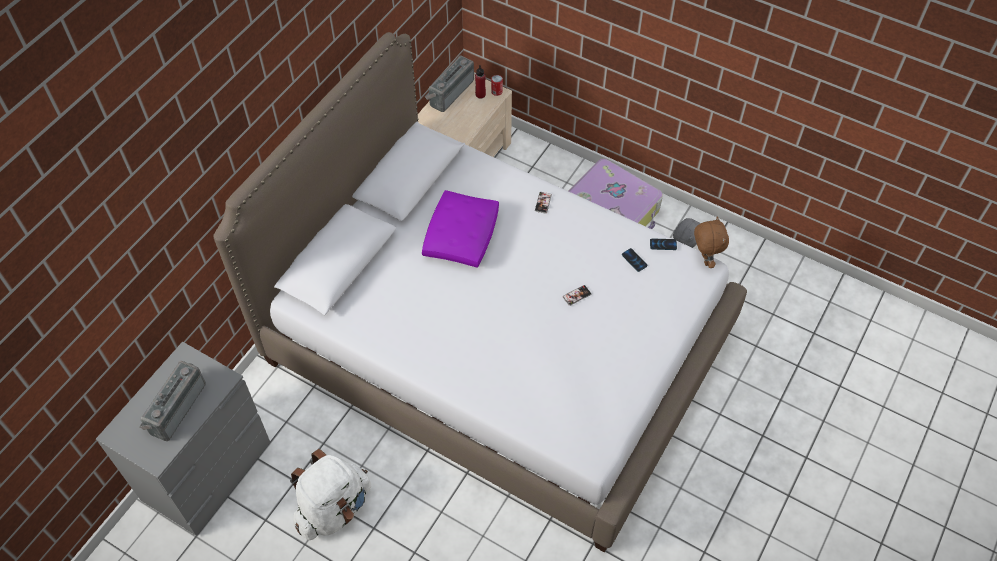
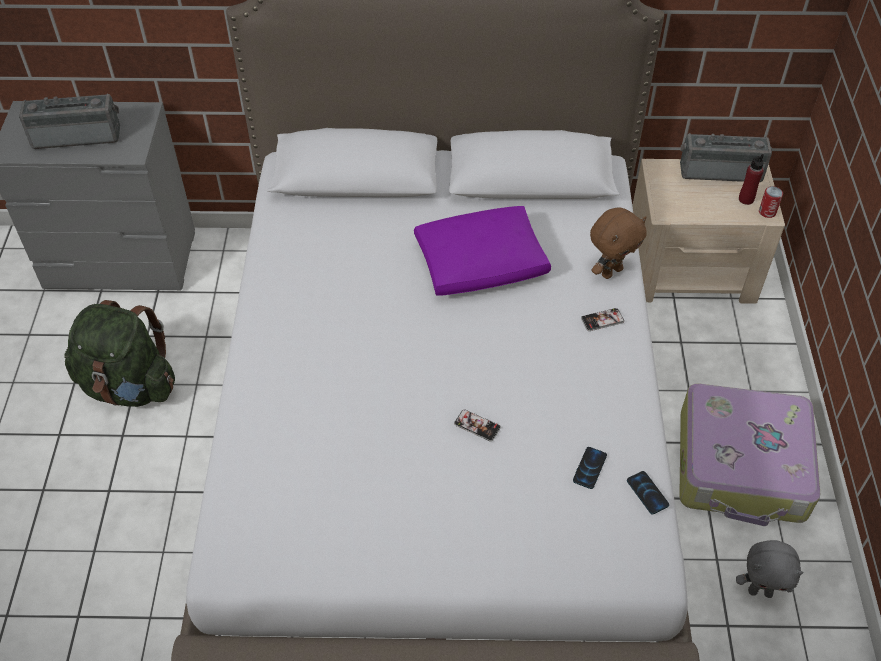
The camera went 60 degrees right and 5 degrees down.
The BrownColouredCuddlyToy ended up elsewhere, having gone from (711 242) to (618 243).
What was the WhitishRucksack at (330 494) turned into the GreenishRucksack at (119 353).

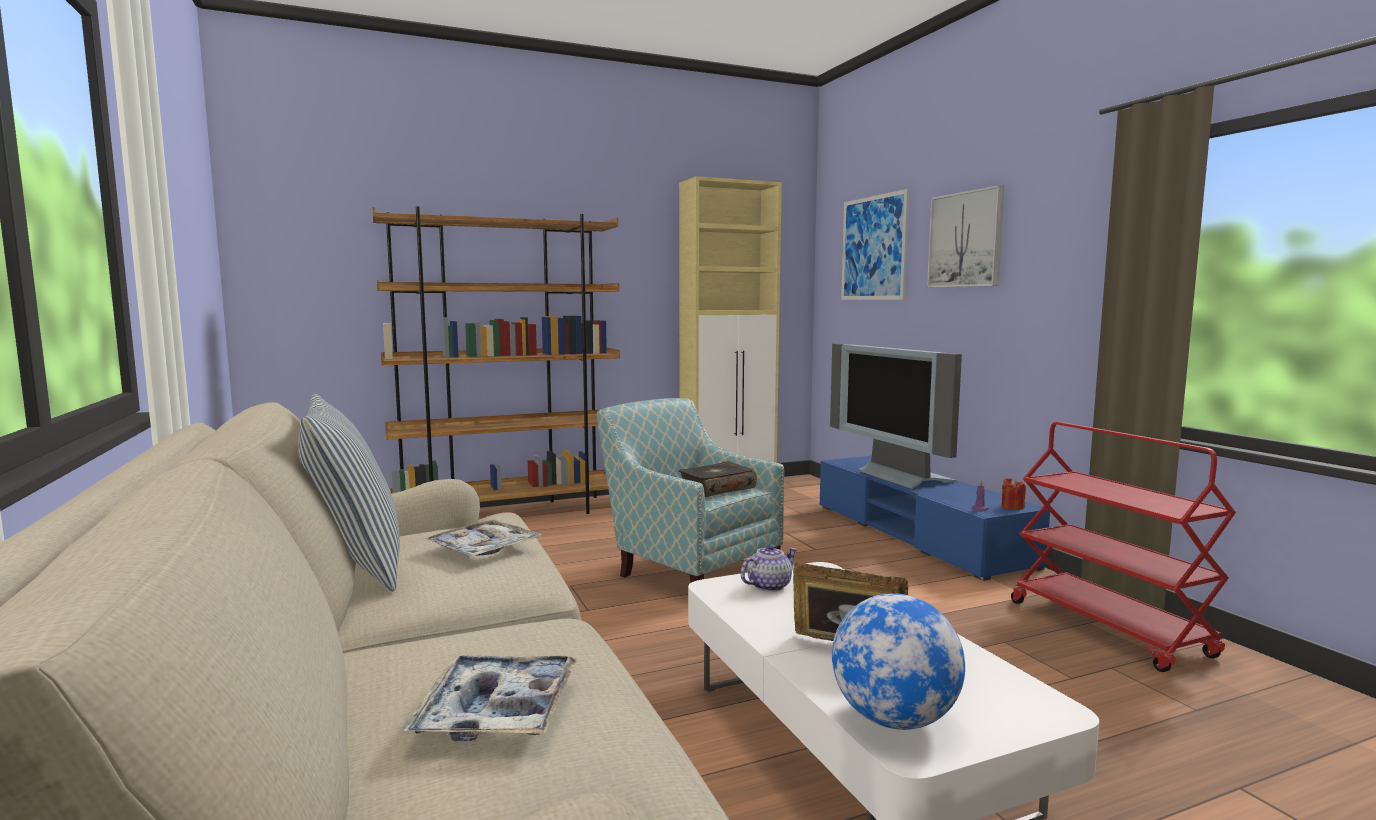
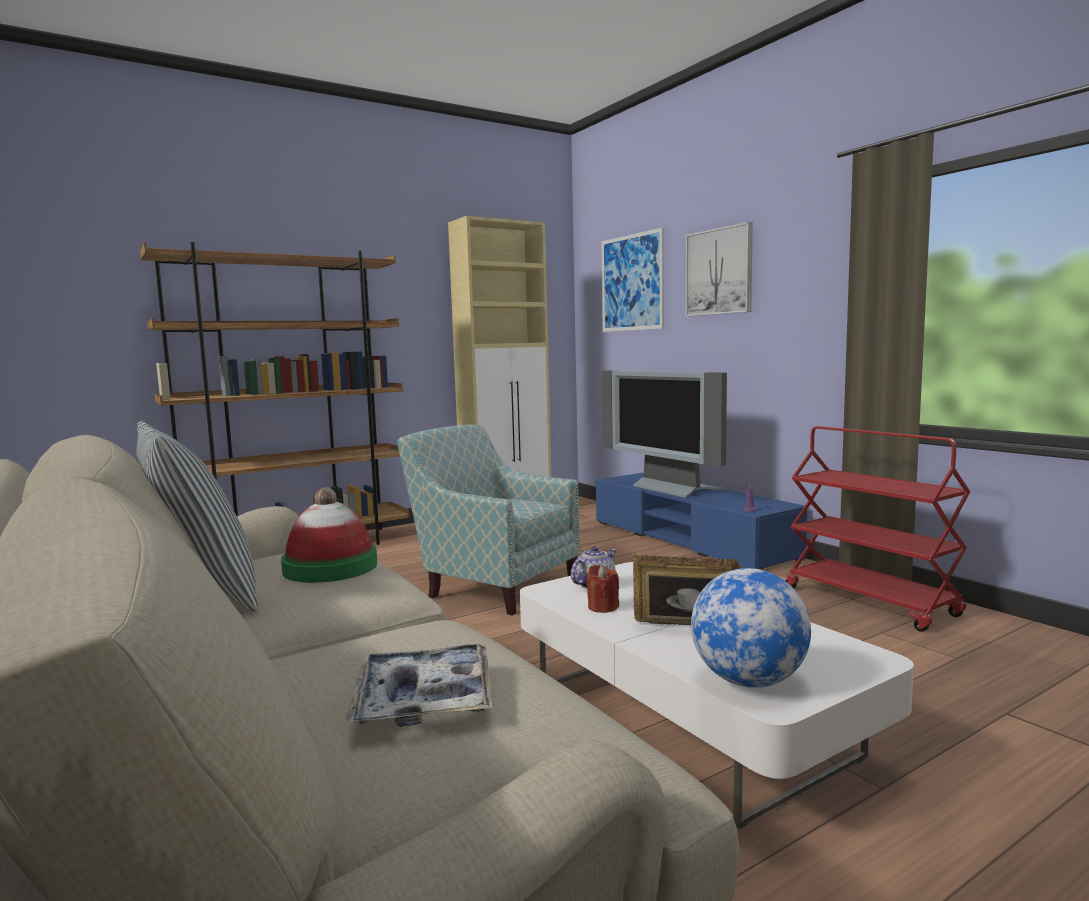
The camera went 10 degrees left and 0 degrees up.
The second view lost the Volume at (717 479).
The RedColouredCandle ended up elsewhere, having gone from (1013 494) to (602 589).
Where the ServingTray stood at (483 538), the WearableHat came to stand at (329 535).

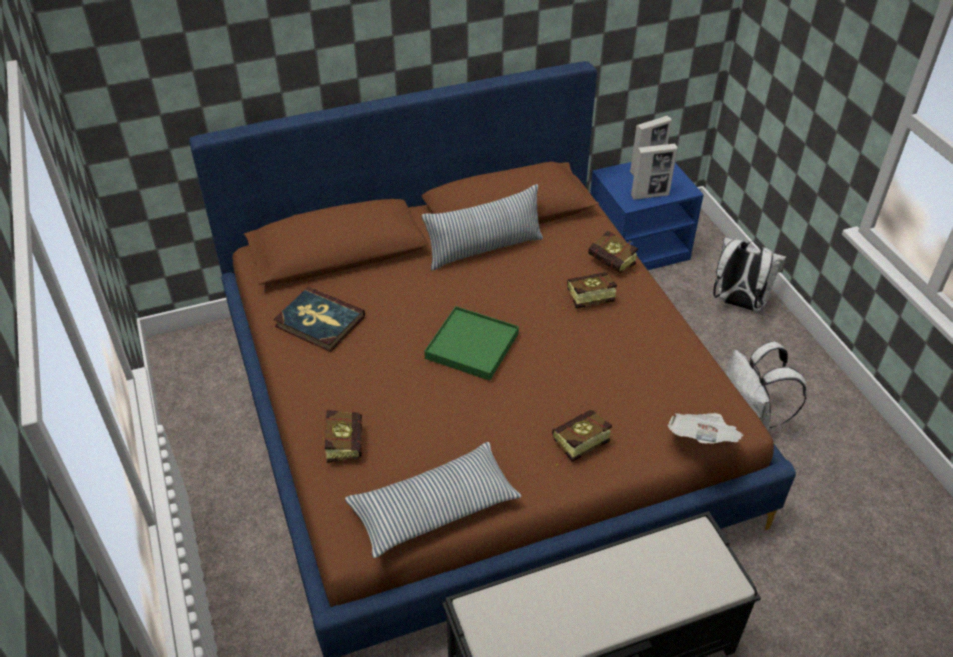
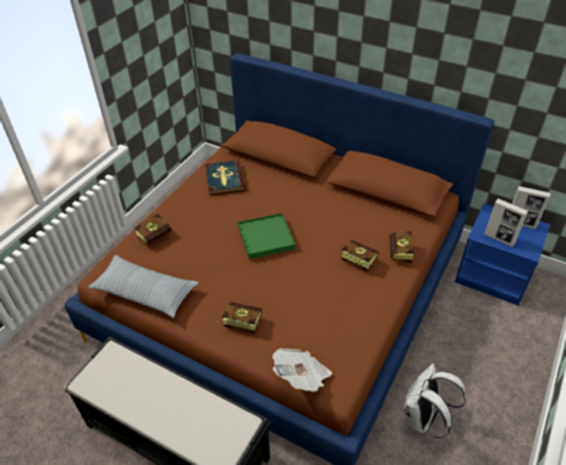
The camera went 50 degrees right and 0 degrees up.
The second view lost the Pillow at (482 227).
The second view lost the WhitishRucksack at (749 274).

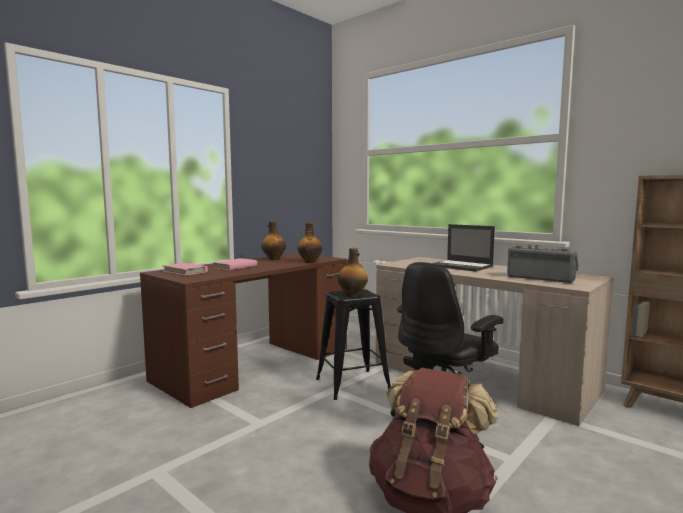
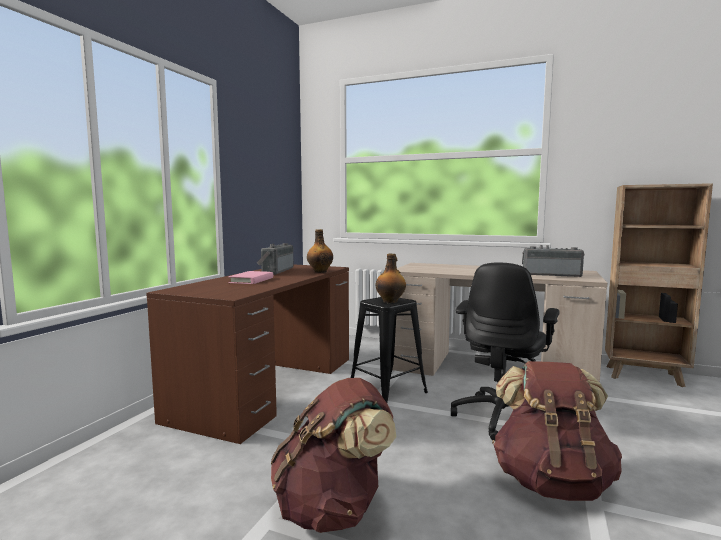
The camera went 20 degrees left and 0 degrees up.
Where the DrinkBottle stood at (273 240), the Radio came to stand at (275 259).
The second view lost the NotebookComputer at (463 248).
The second view lost the PinkColouredVolume at (185 269).
The second view gained the BrownColouredRucksack at (333 455).

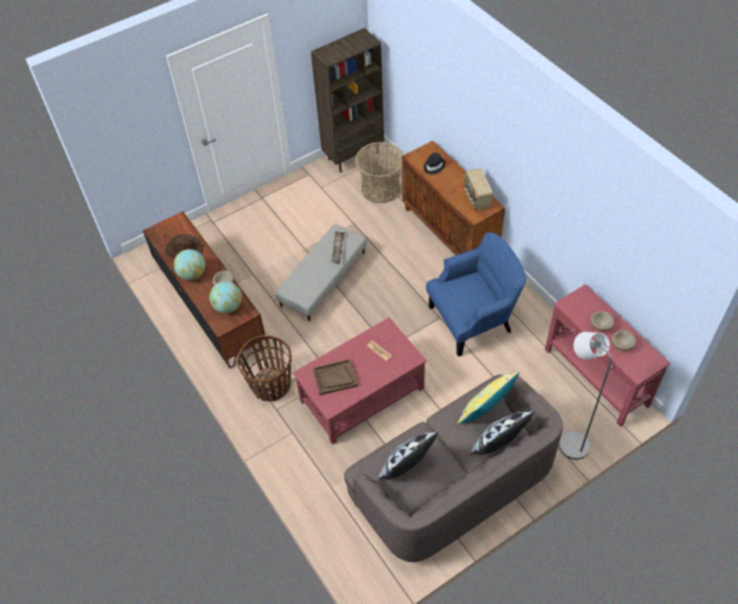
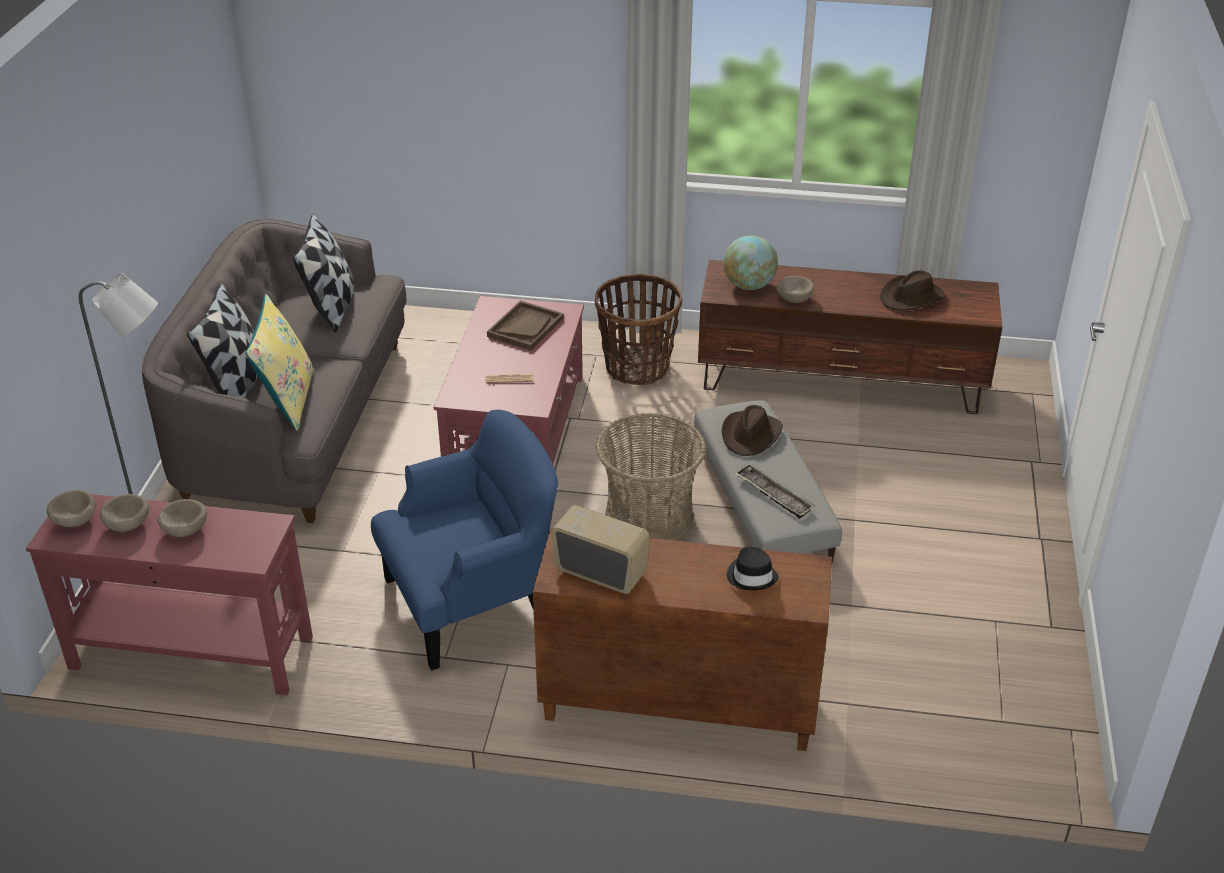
The camera went 130 degrees right and 15 degrees down.
The second view lost the BrownColouredBookshelf at (347 100).
The Basket ended up elsewhere, having gone from (379 172) to (651 476).
The BlueArmchair at (476 294) ended up facing another way, 135 degrees counterclockwise from before.
The second view lost the WorldGlobe at (190 264).
The second view gained the BrownColouredWearableHat at (752 430).
The second view gained the BeigeServingBowl at (71 508).

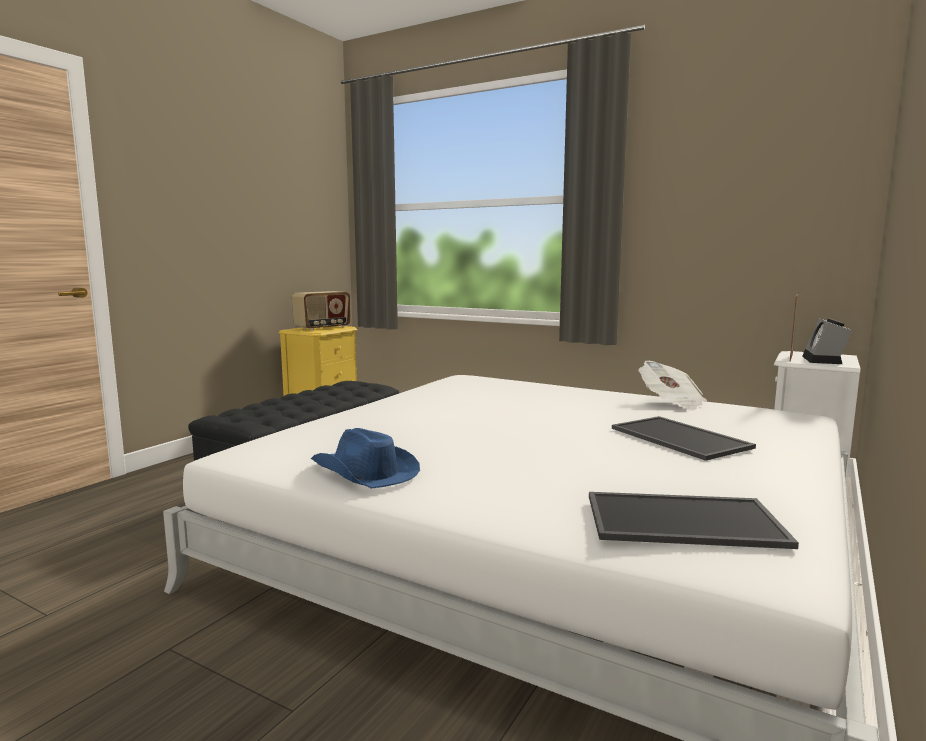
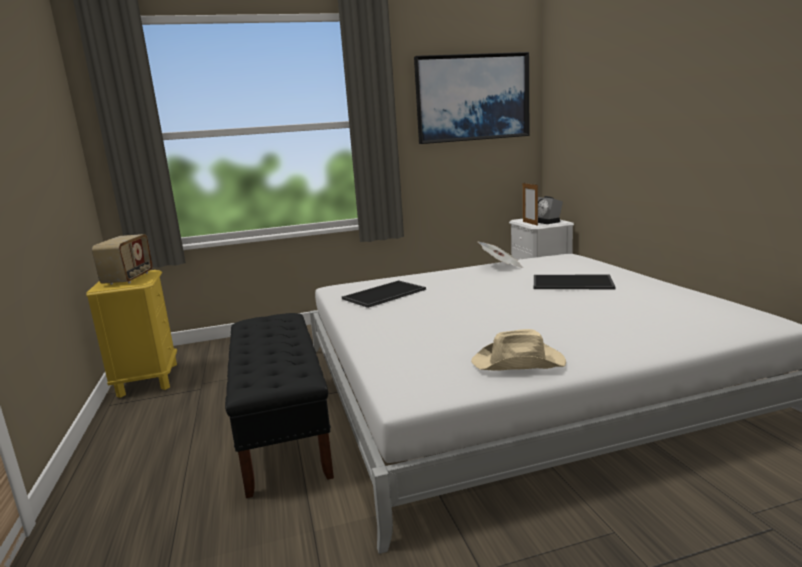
The camera went 45 degrees left and 5 degrees up.
What was the BlueWearableHat at (365 458) turned into the BeigeWearableHat at (518 350).
The ServingTray ended up elsewhere, having gone from (694 520) to (384 294).
The second view gained the WallPicture at (471 98).

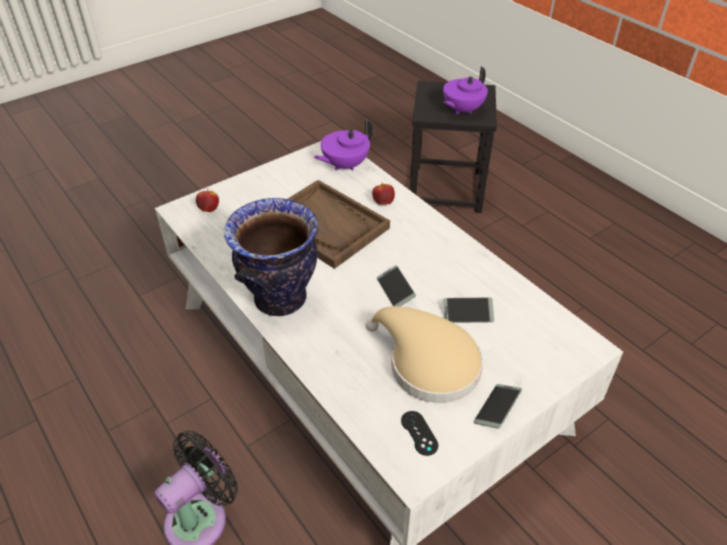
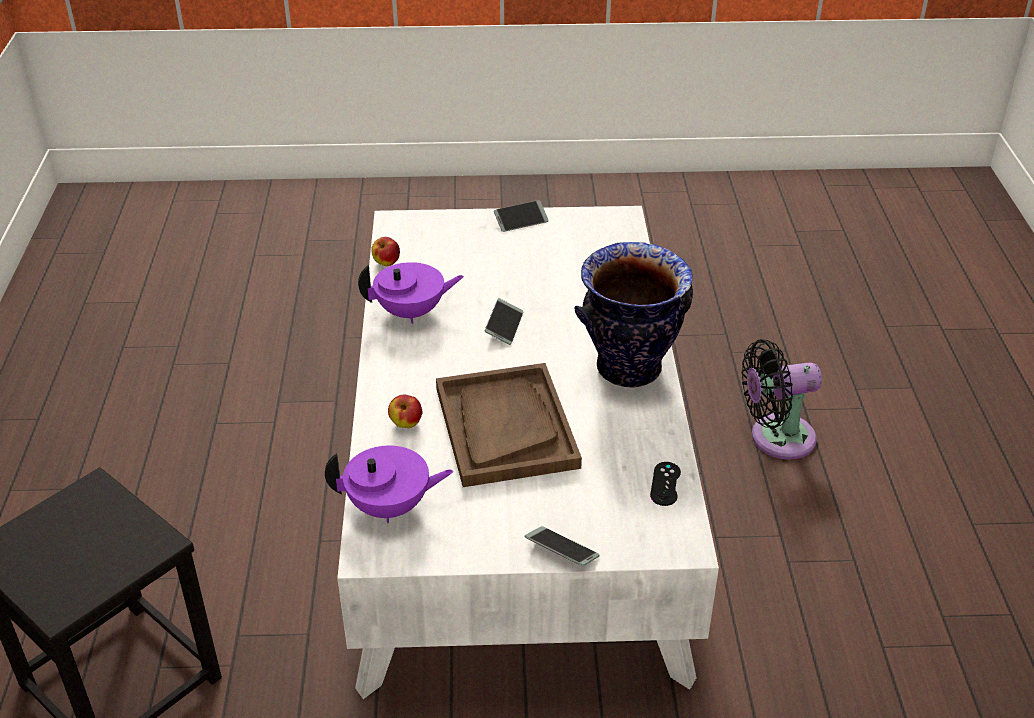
The camera went 145 degrees left and 5 degrees down.
The PurpleTeaPot ended up elsewhere, having gone from (465 90) to (411 293).
The AppleFruit ended up elsewhere, having gone from (207 201) to (385 251).
The Phone ended up elsewhere, having gone from (469 310) to (562 546).
The second view lost the BeigeWearableHat at (424 354).
The BlackColouredGameController ended up elsewhere, having gone from (419 433) to (665 484).

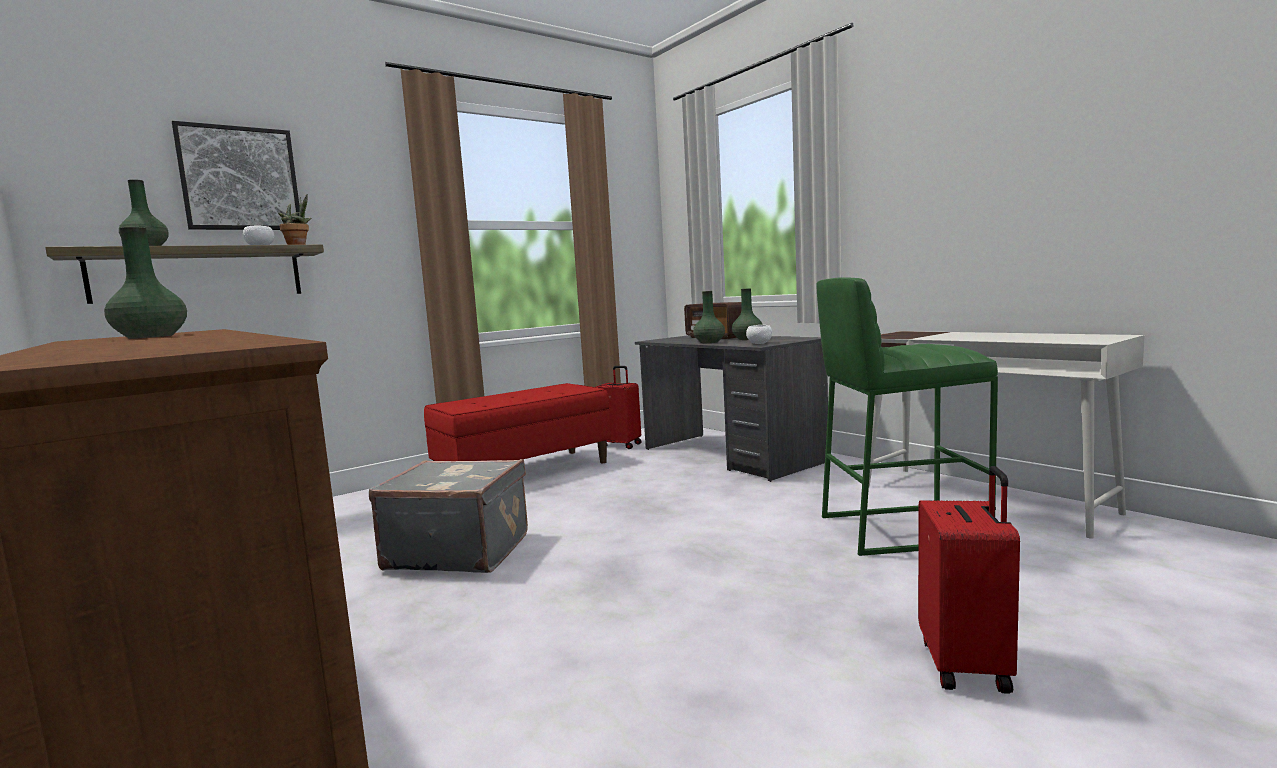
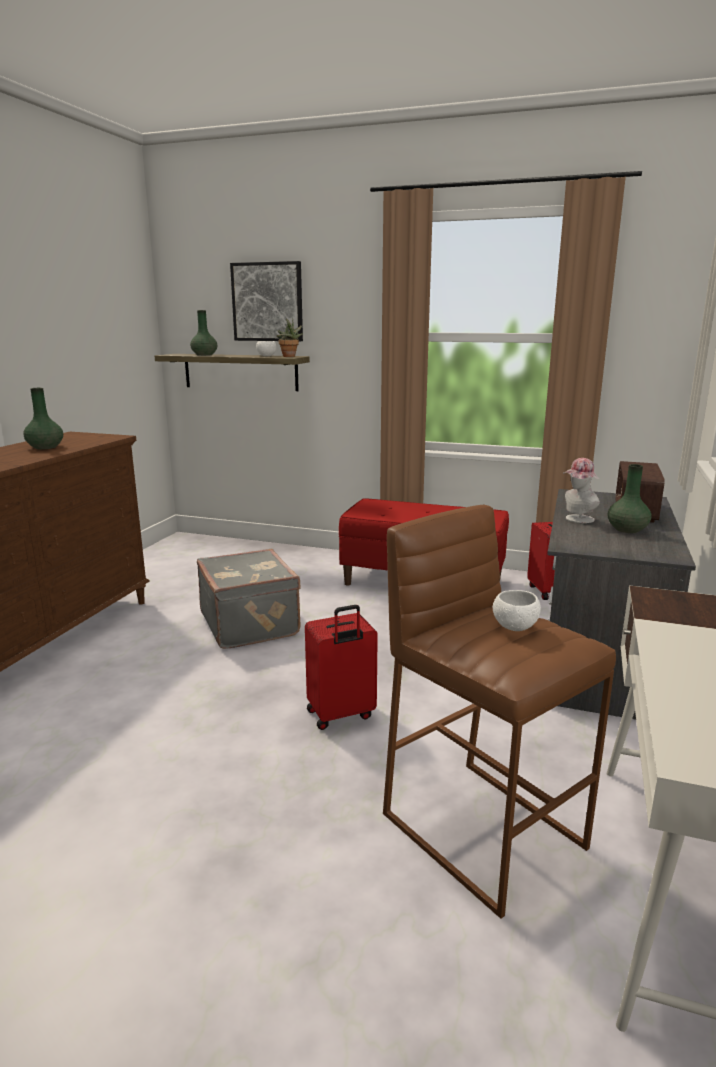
The camera went 55 degrees right and 10 degrees up.
What was the GreenishStoolSeat at (907 416) turned into the BrownColouredStoolSeat at (499 712).
Where the GreenishDecorativeVase stood at (709 317), the WearableHat came to stand at (581 490).
The WhitishServingBowl ended up elsewhere, having gone from (759 334) to (517 610).
The RedColouredSuitcase ended up elsewhere, having gone from (969 580) to (341 667).

